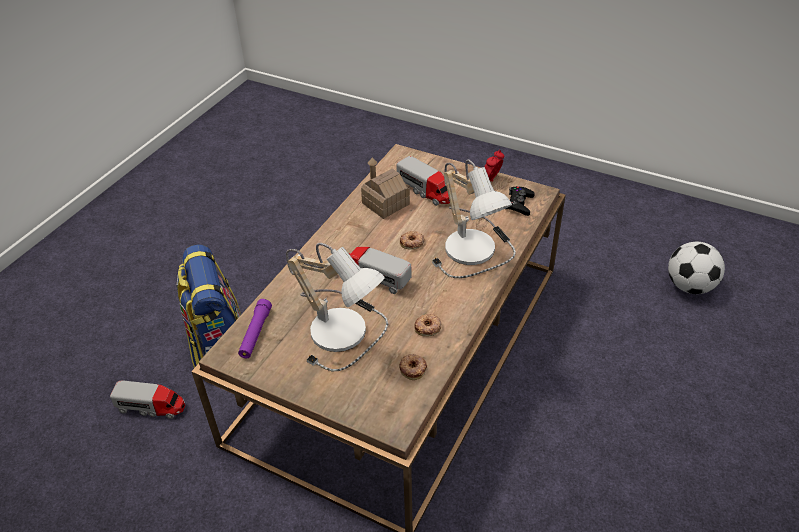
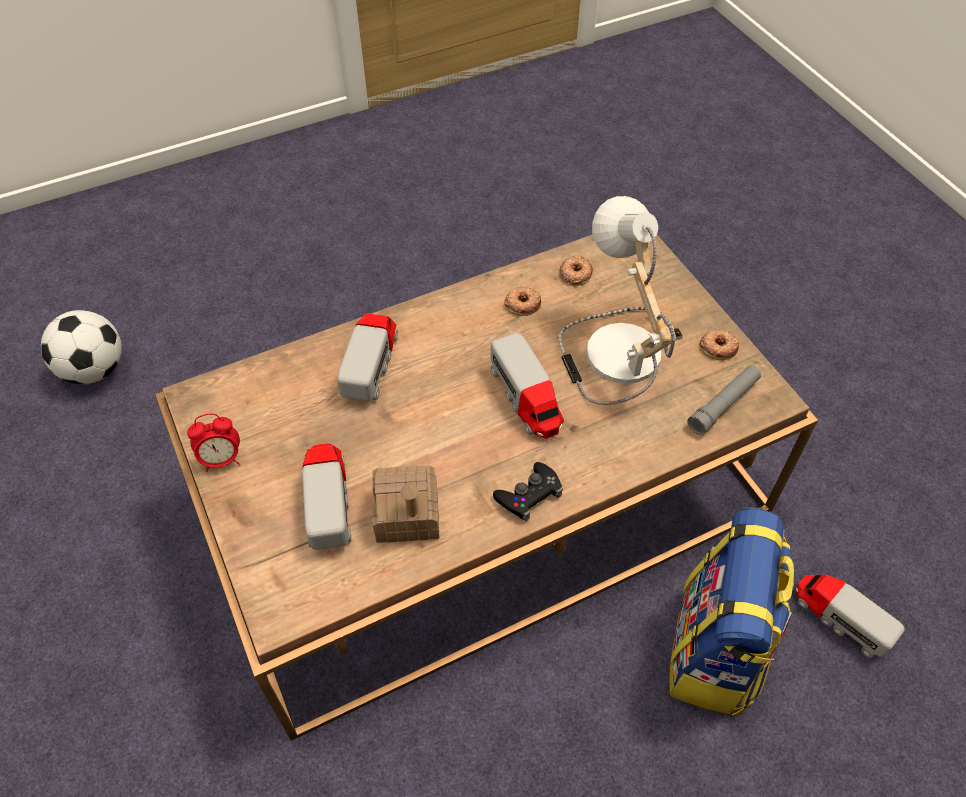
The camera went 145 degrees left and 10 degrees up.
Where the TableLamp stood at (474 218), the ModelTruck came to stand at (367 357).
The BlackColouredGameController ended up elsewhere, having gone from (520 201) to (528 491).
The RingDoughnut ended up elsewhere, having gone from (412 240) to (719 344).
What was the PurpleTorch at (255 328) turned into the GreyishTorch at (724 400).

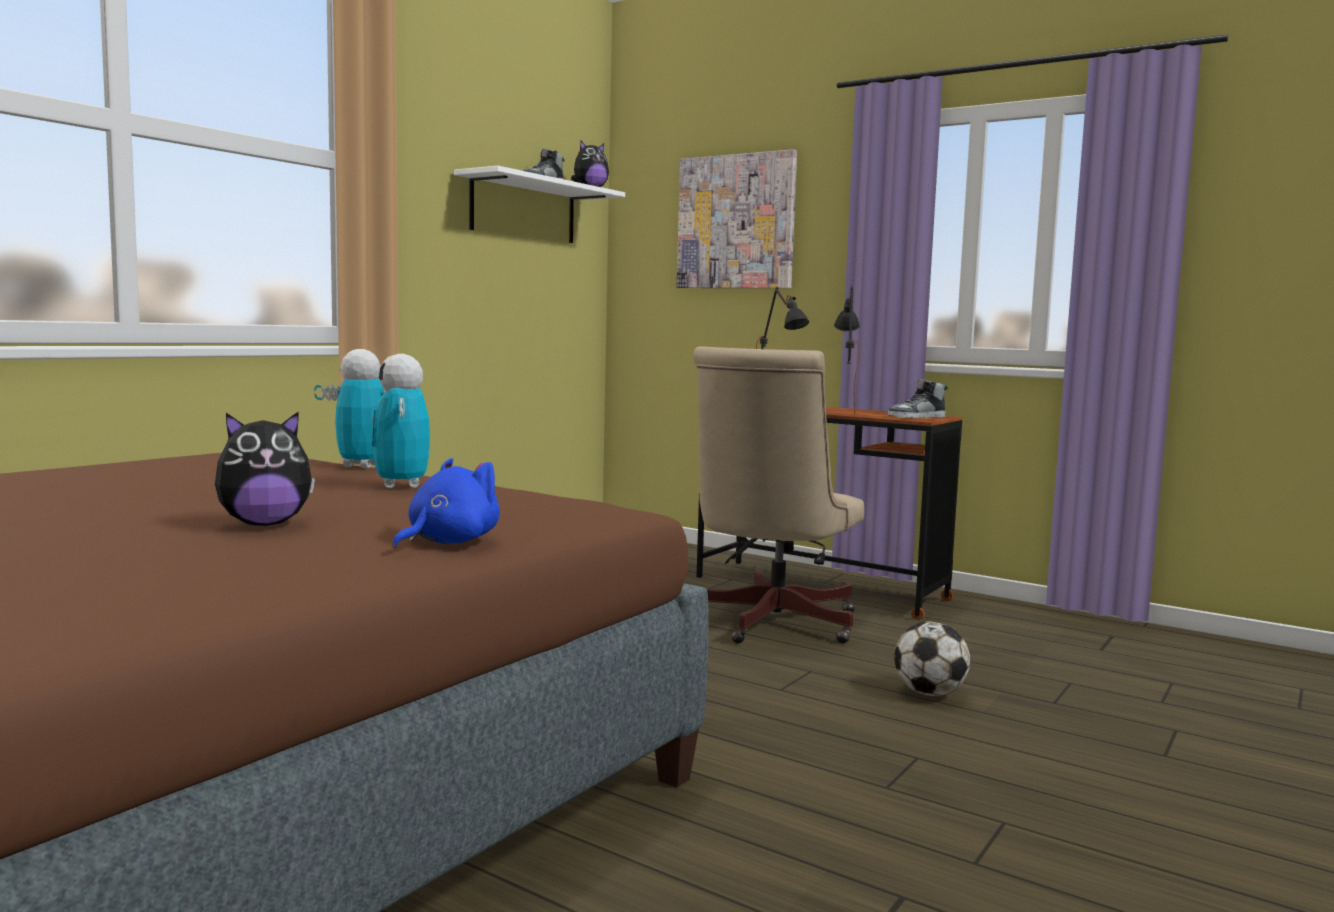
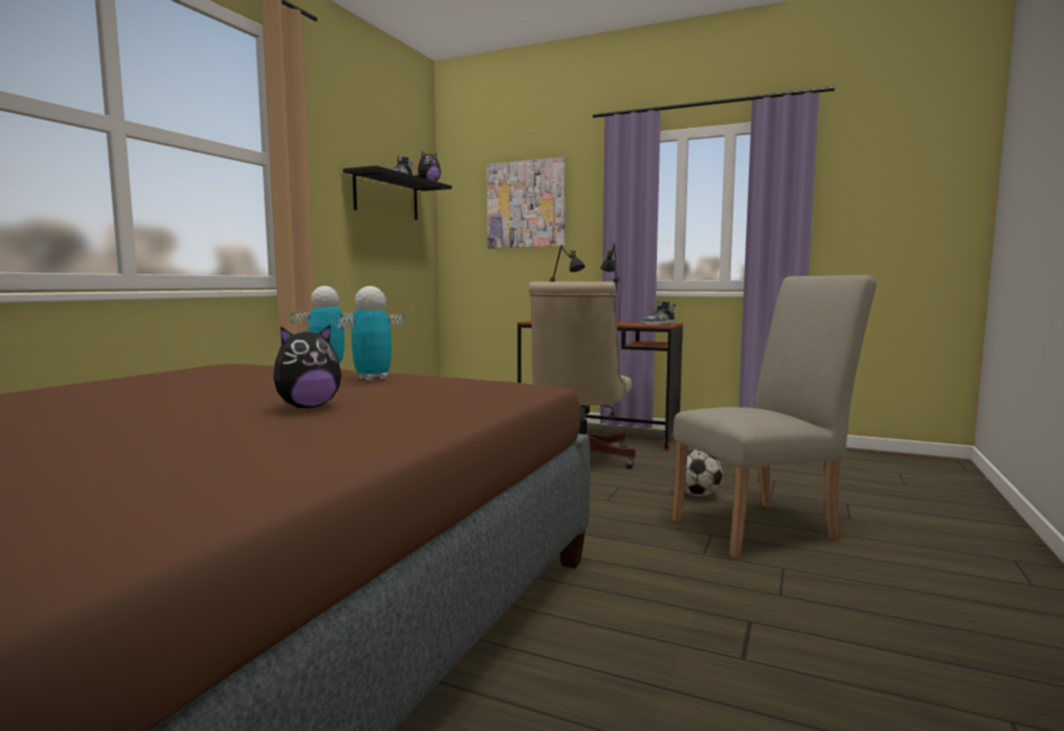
The camera went 10 degrees left and 0 degrees up.
What was the WhitishWallShelf at (539 204) turned into the BlackColouredWallShelf at (397 192).
The ToyRobot at (401 421) ended up facing another way, 75 degrees clockwise from before.
The second view lost the BlueCuddlyToy at (446 503).
The second view gained the BeigeChair at (774 417).

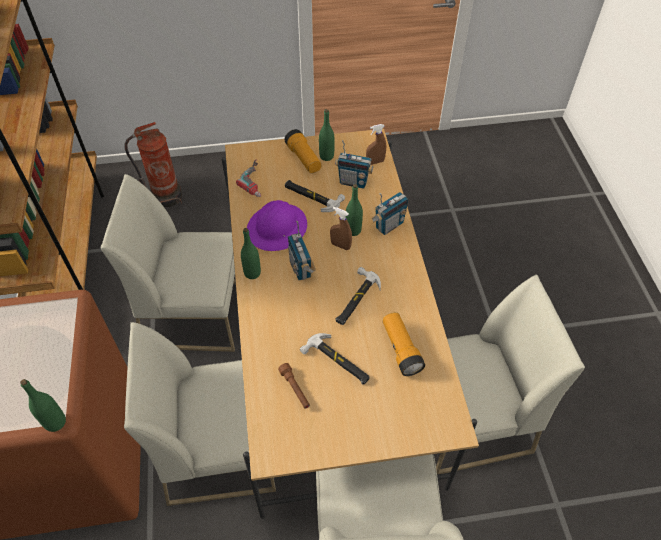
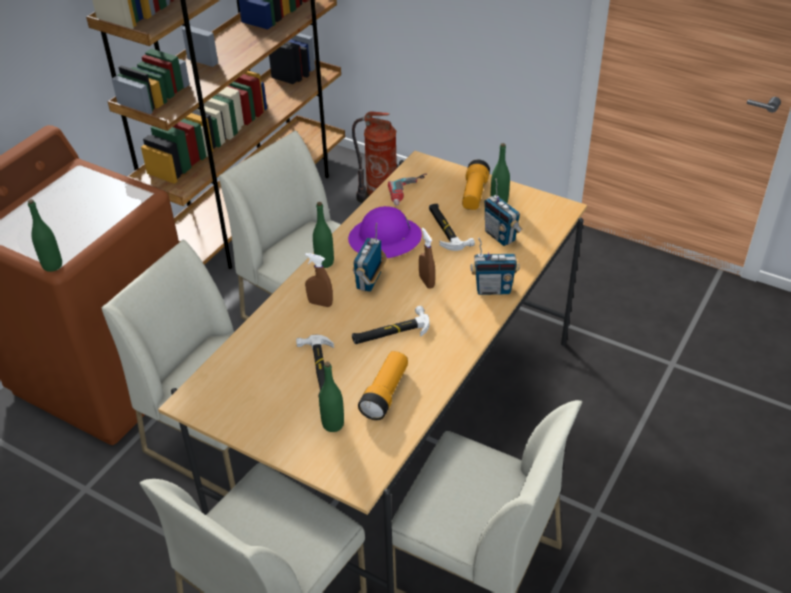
The camera went 40 degrees right and 10 degrees down.
The BrownColouredSprayer ended up elsewhere, having gone from (376 144) to (319 280).
The GreenishDrinkBottle ended up elsewhere, having gone from (354 210) to (331 397).
The second view lost the BrownColouredTorch at (294 386).

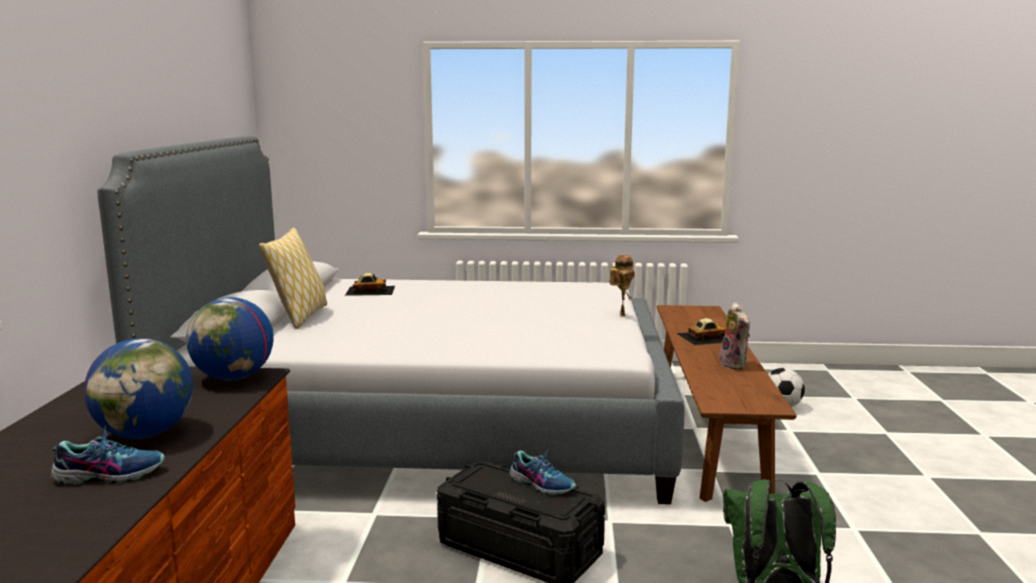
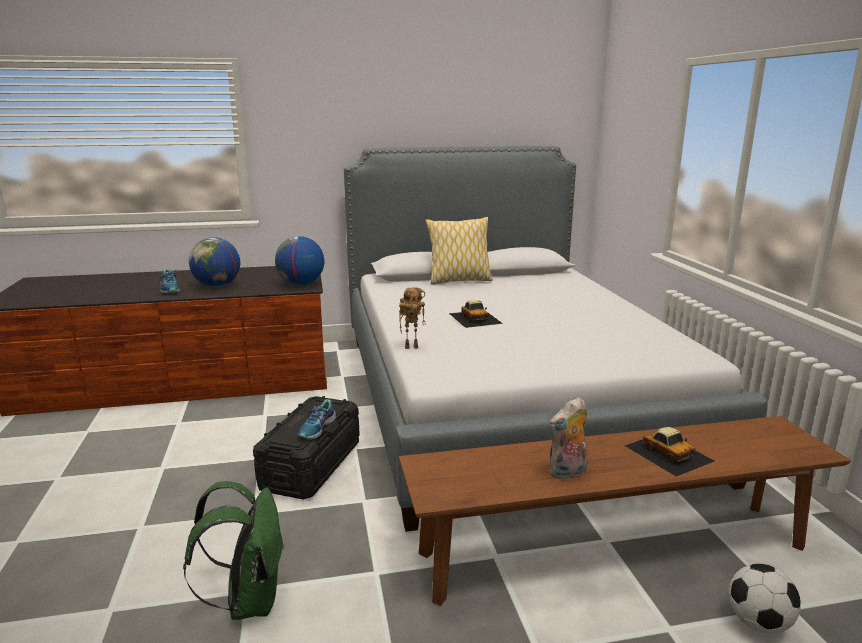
The camera went 75 degrees right and 5 degrees up.
The ToyRobot ended up elsewhere, having gone from (622 286) to (412 318).
The MiniatureCar ended up elsewhere, having gone from (370 284) to (476 314).

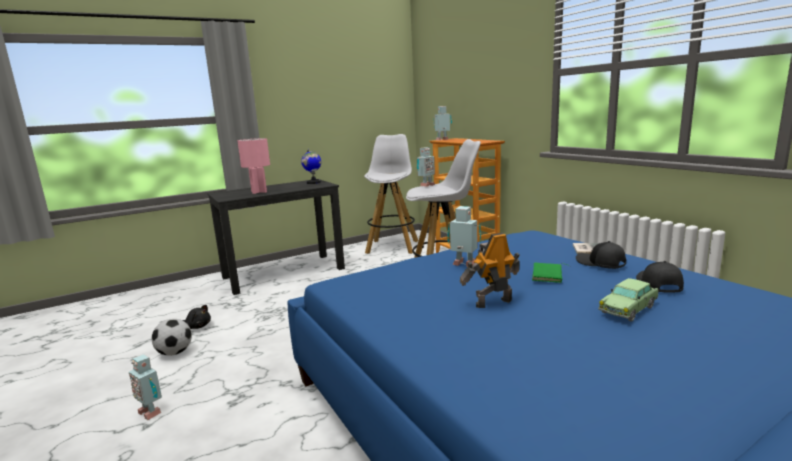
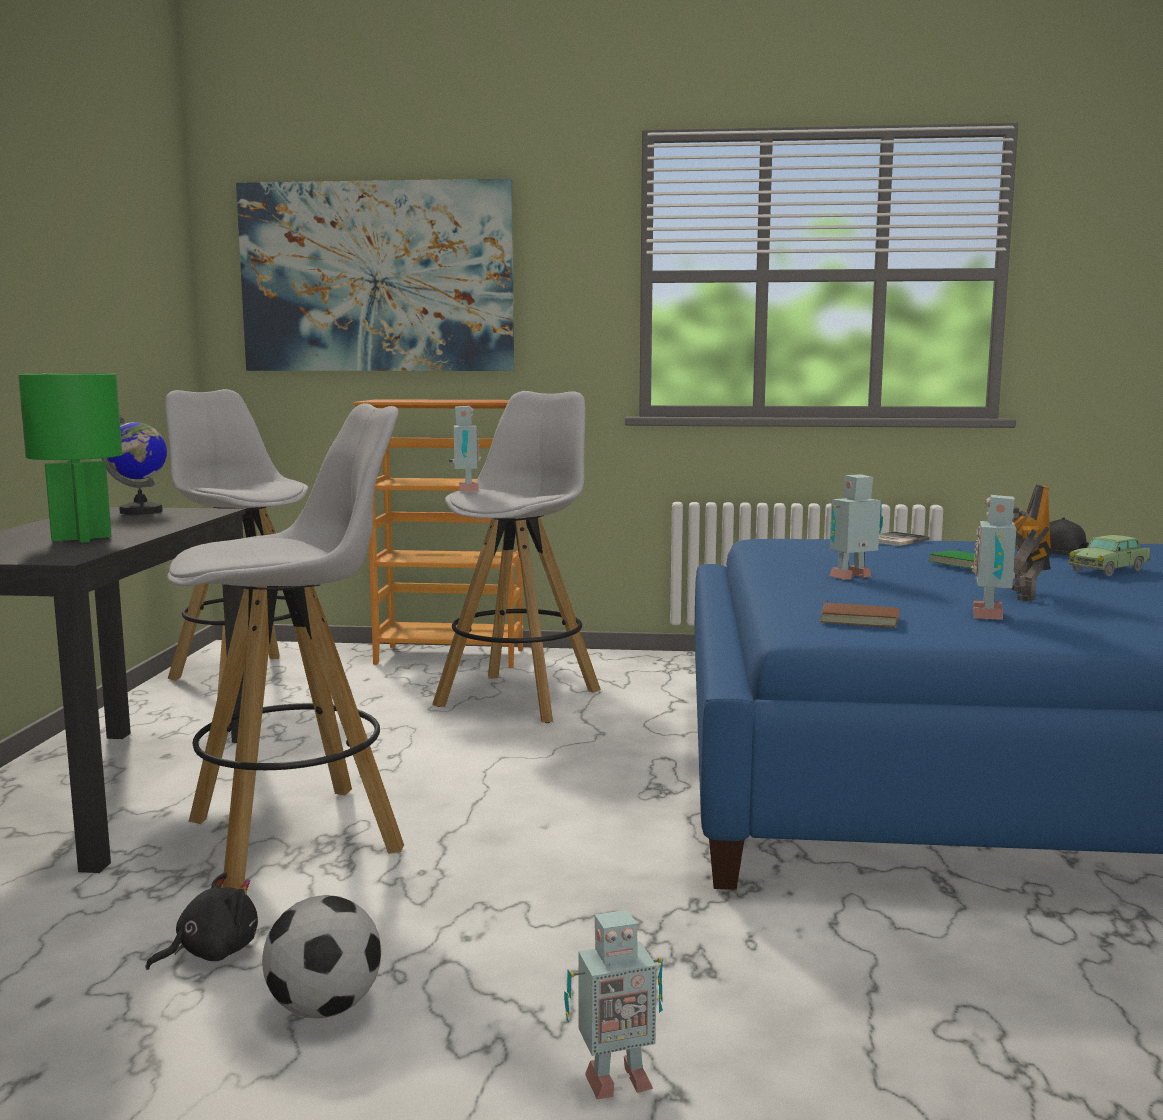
The camera went 55 degrees left and 5 degrees down.
The ToyRobot ended up elsewhere, having gone from (442 123) to (995 557).
What was the PinkColouredTableLamp at (253 166) turned into the GreenishTableLamp at (70 458).
The second view lost the BlackColouredCap at (601 255).
The MiniatureCar at (628 300) ended up facing another way, 60 degrees clockwise from before.
The second view gained the WallPicture at (375 274).
The second view gained the WhitishStoolSeat at (285 646).
The second view gained the BrownColouredVolume at (859 614).

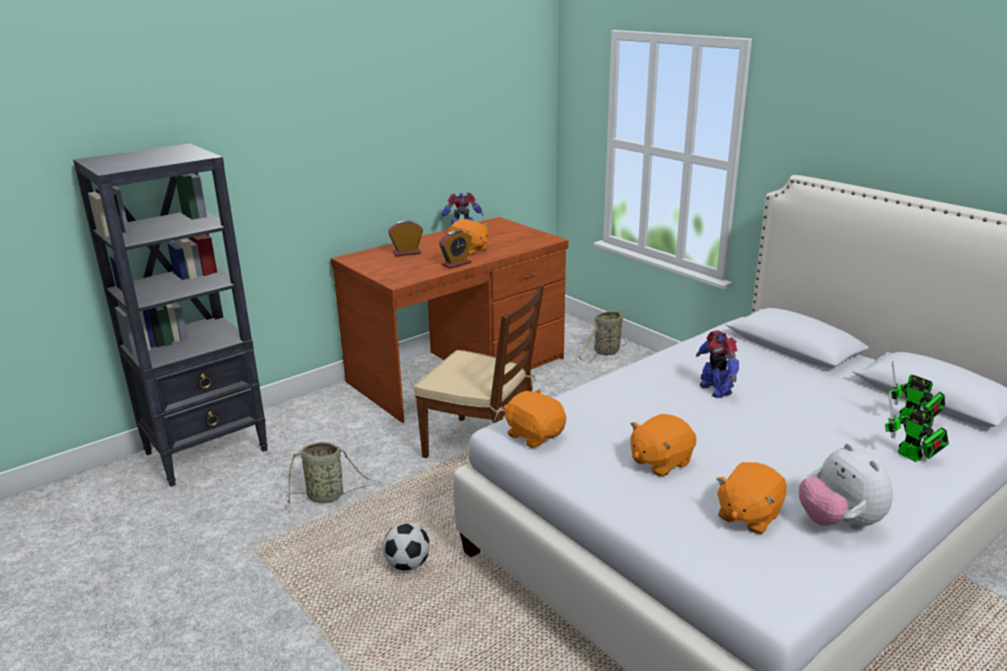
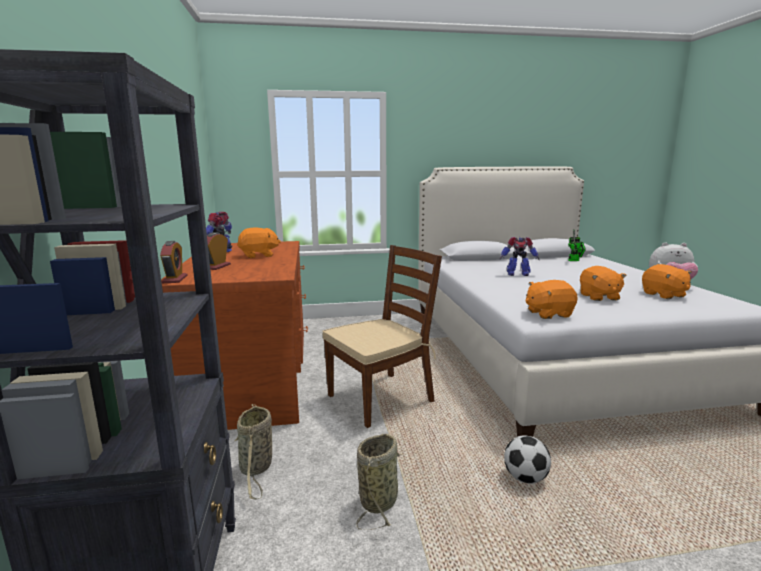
The camera went 60 degrees left and 10 degrees down.
The TableClock ended up elsewhere, having gone from (455 249) to (173 262).
The Basket ended up elsewhere, having gone from (603 336) to (253 451).
The second view lost the ToyRobot at (917 426).

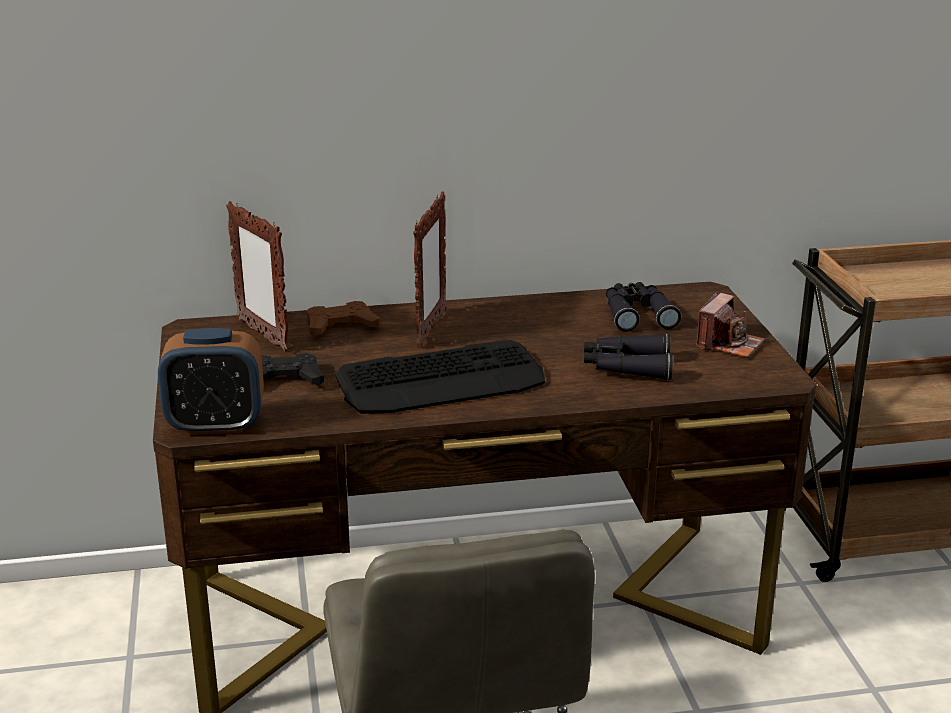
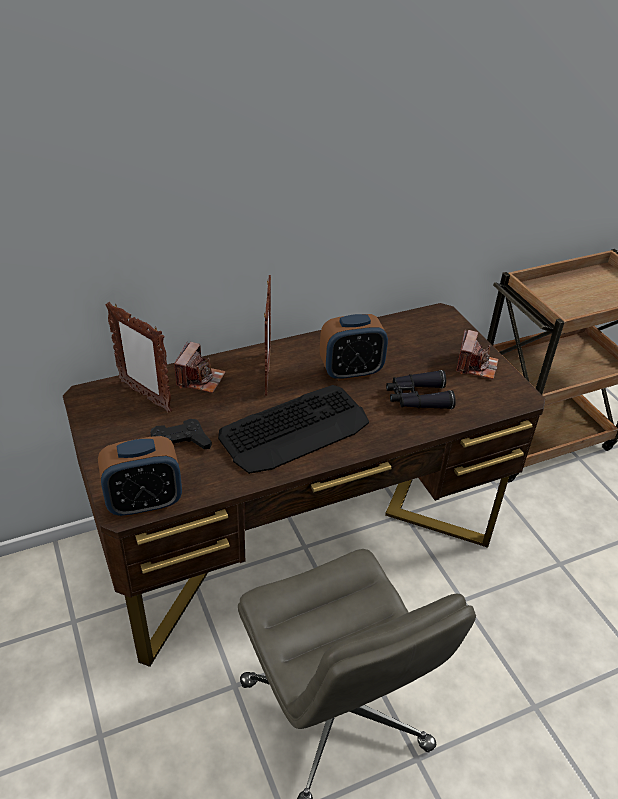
The camera went 15 degrees left and 15 degrees up.
The second view lost the BlackColouredBinoculars at (643 307).
Where the BrownColouredGameController stood at (344 318), the PhotoCamera came to stand at (200 367).
The second view gained the TableClock at (354 347).

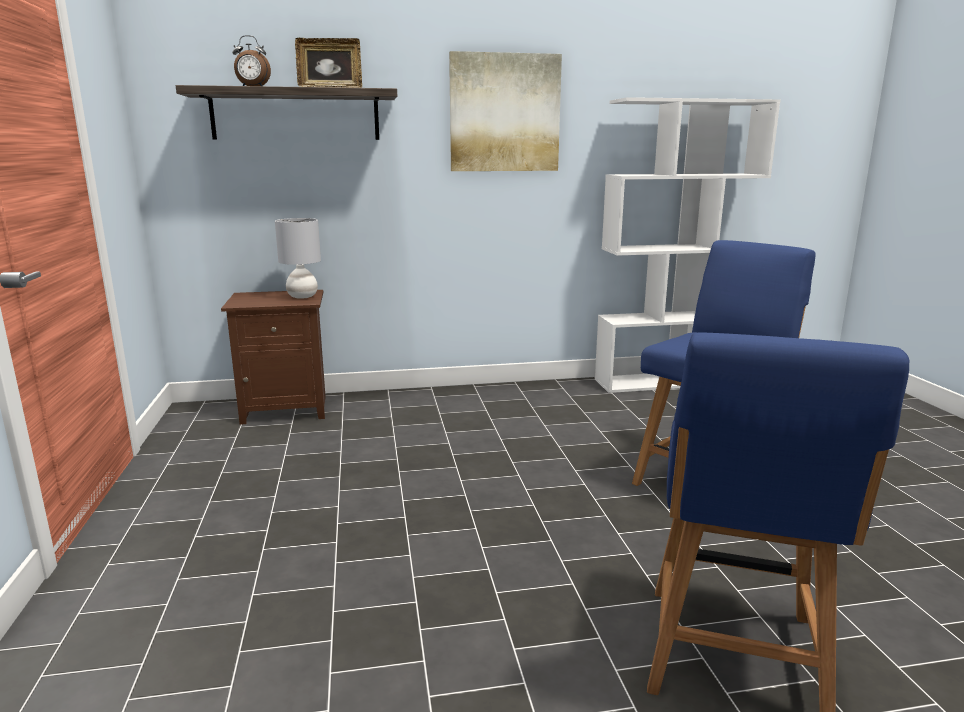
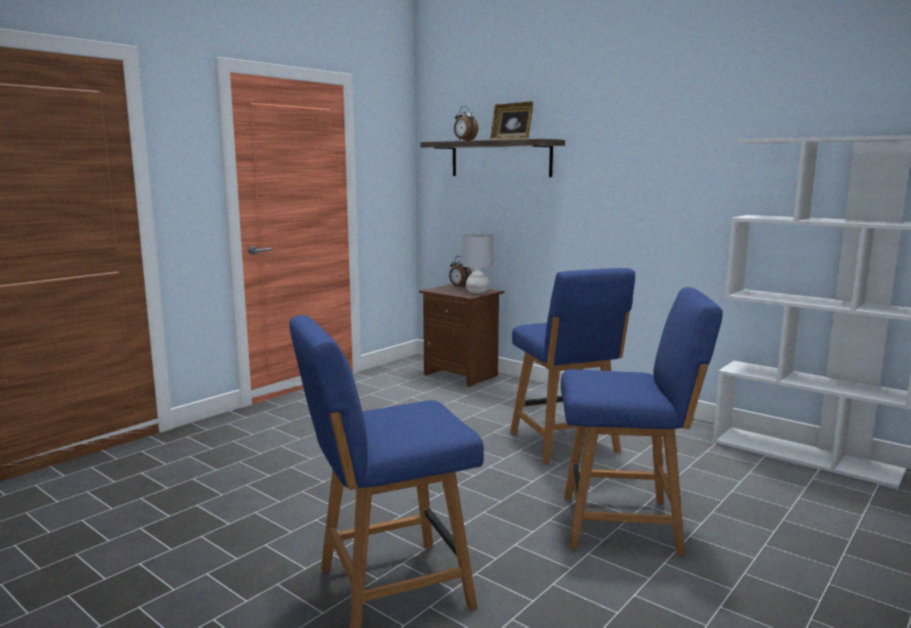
The camera went 50 degrees right and 5 degrees down.
The second view lost the WallPicture at (505 111).
The second view gained the TableClock at (460 272).
The second view gained the BlueChair at (572 366).

